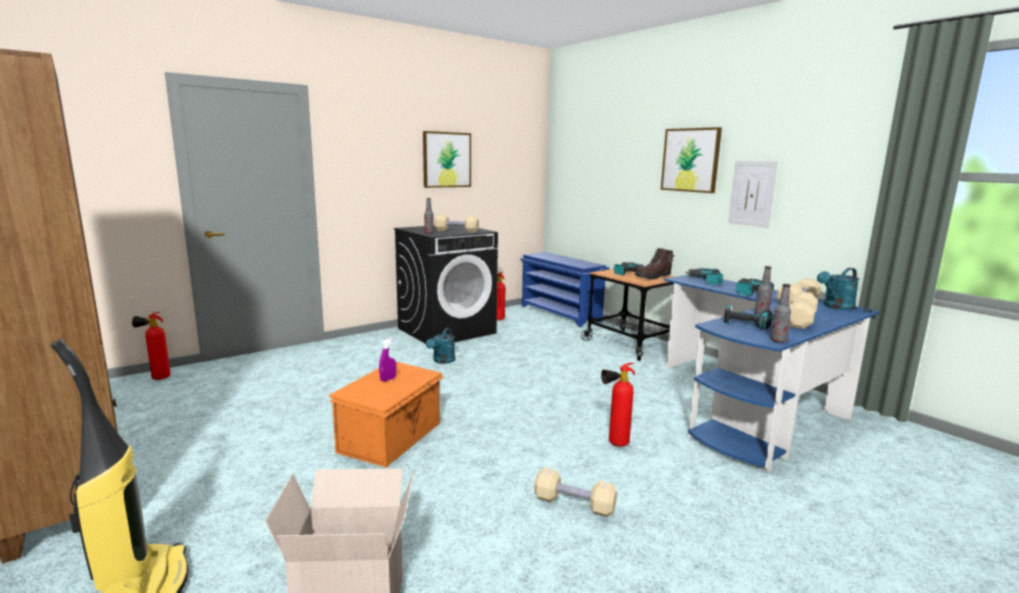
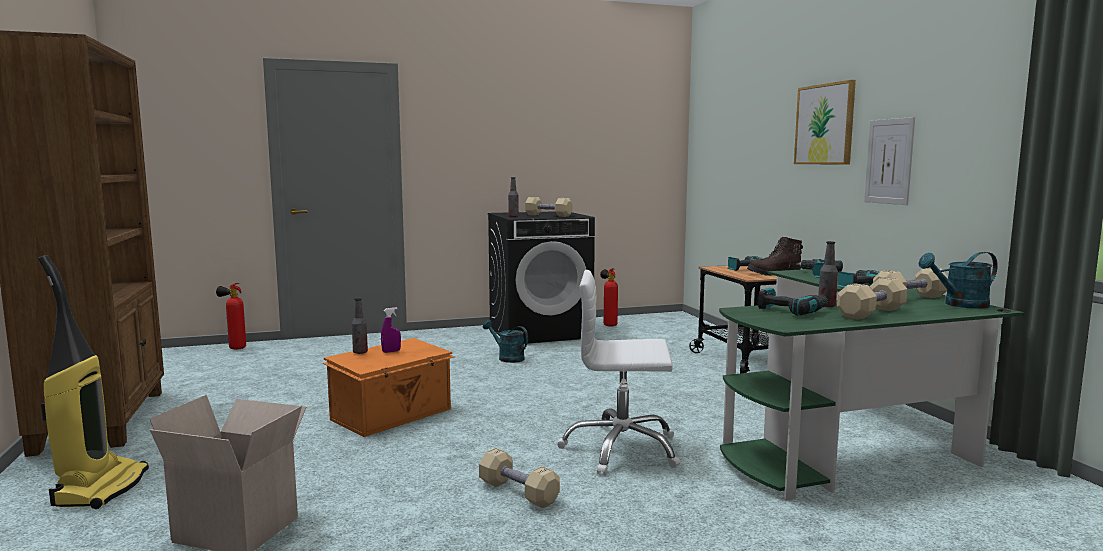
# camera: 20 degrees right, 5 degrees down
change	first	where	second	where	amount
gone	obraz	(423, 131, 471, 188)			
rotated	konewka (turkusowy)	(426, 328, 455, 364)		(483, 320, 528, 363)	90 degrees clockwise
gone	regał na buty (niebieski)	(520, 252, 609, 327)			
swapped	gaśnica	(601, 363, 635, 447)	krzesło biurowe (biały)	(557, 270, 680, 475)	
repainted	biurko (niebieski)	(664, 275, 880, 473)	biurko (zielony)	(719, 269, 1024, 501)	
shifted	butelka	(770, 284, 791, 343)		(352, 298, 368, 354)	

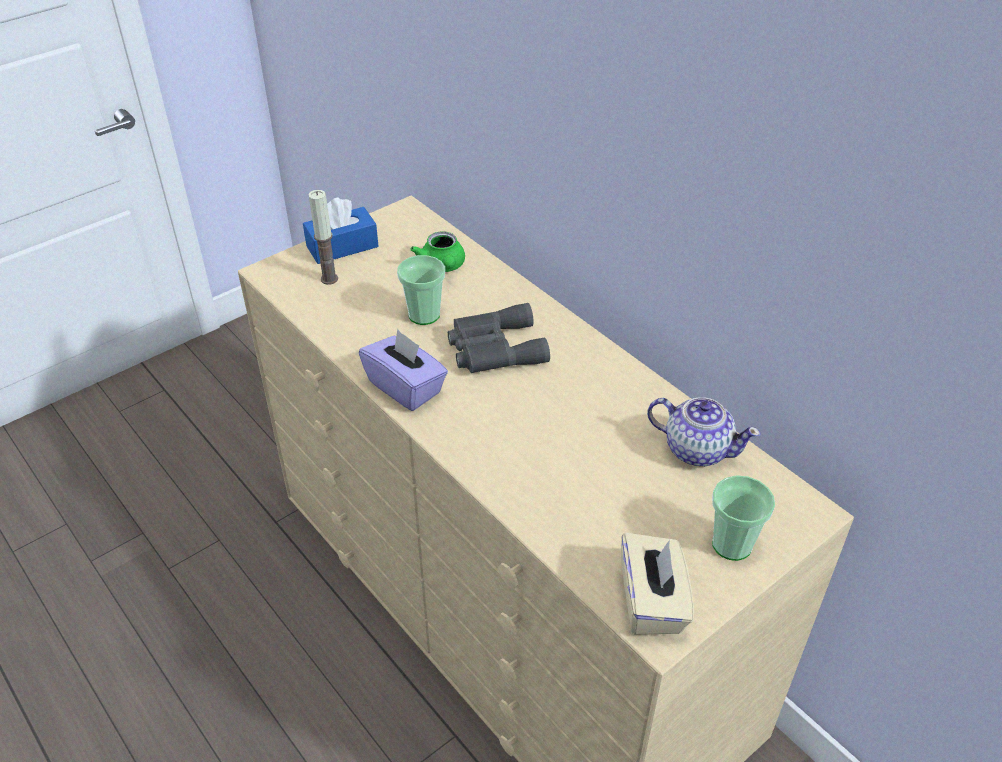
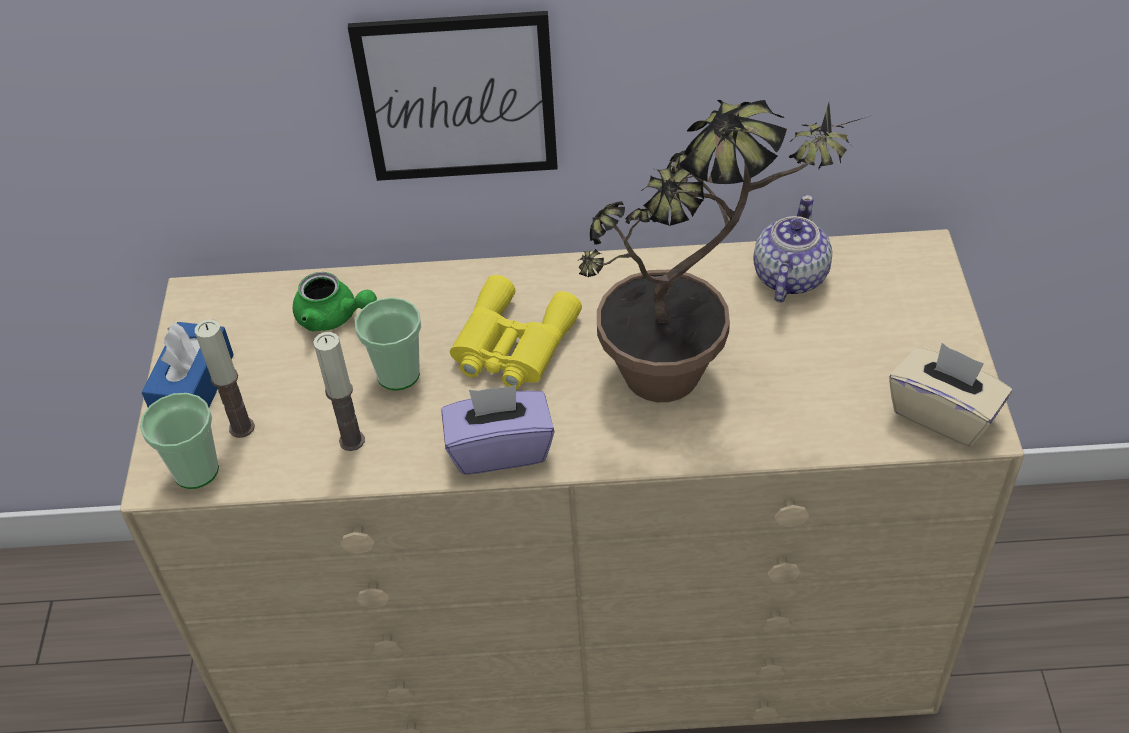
# camera: 50 degrees left, 5 degrees up
change	first	where	second	where	amount
repainted	lornetka (szary)	(448, 303, 550, 373)	lornetka (żółty)	(450, 275, 582, 389)	
rotated	imbryk	(647, 397, 761, 466)		(753, 195, 832, 303)	45 degrees counterclockwise
shifted	filiżanka	(712, 475, 775, 561)		(140, 393, 219, 489)	
new			świeca	(313, 332, 365, 451)	
new			obraz	(348, 11, 558, 181)	
new			roślina doniczkowa	(578, 100, 870, 402)	

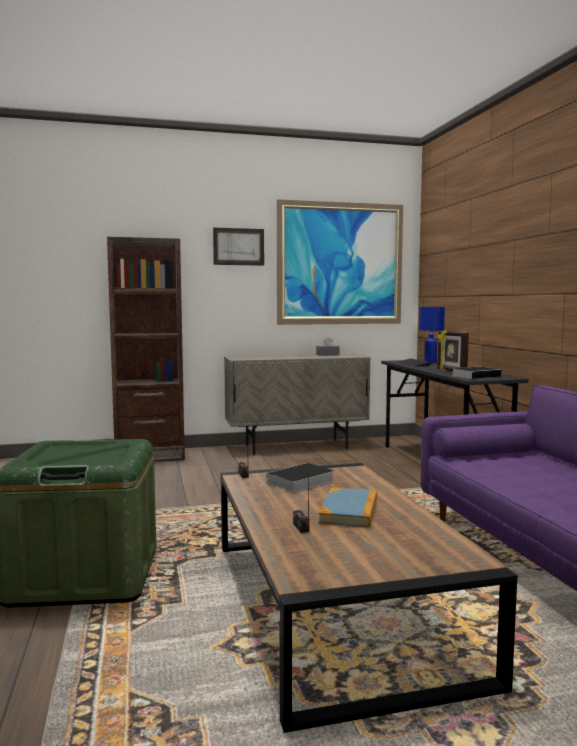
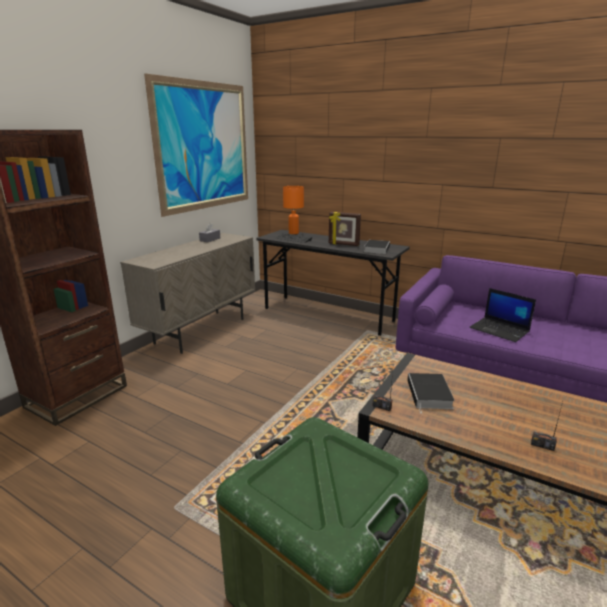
# camera: 45 degrees left, 15 degrees up
change	first	where	second	where	amount
gone	obraz	(213, 228, 264, 266)			
gone	książka	(318, 488, 377, 528)			
repainted	lampa stołowa (niebieski)	(419, 307, 445, 363)	lampa stołowa (pomarańczowy)	(283, 186, 304, 234)	
new			laptop	(470, 288, 536, 342)	

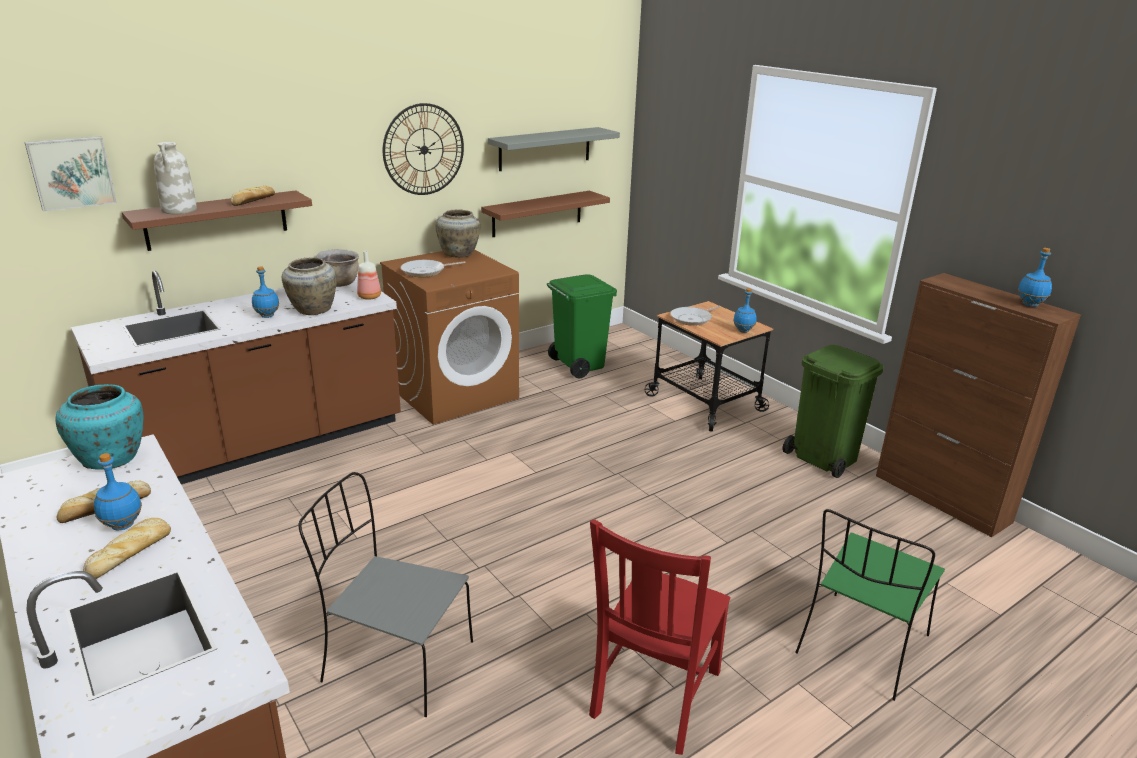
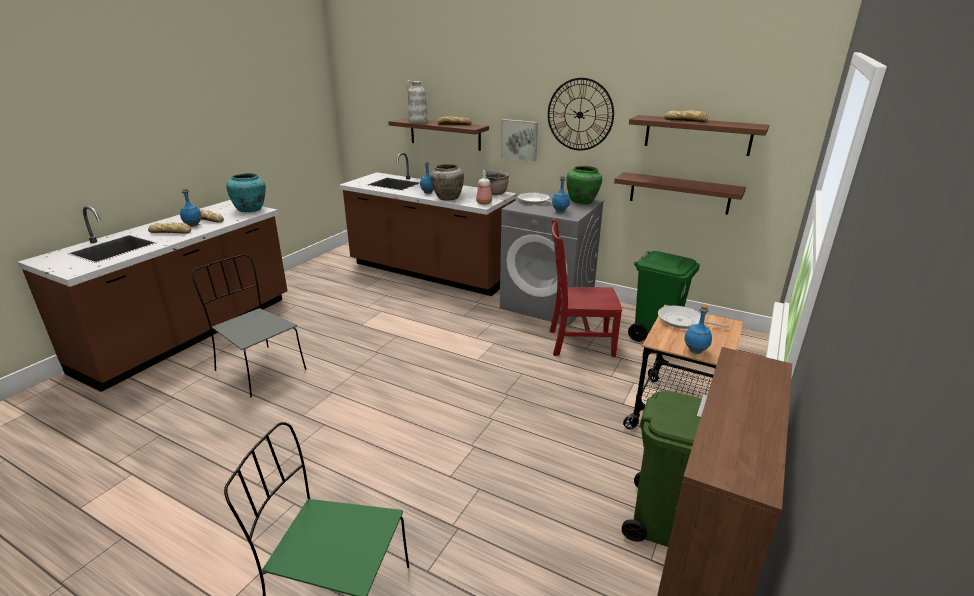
# camera: 65 degrees right, 0 degrees up
change	first	where	second	where	amount
shifted	obraz	(24, 136, 117, 212)		(501, 119, 538, 162)	
rotated	krzesło (szary)	(299, 472, 473, 717)		(192, 254, 306, 397)	45 degrees counterclockwise
repainted	pralka (brązowy)	(380, 250, 519, 425)	pralka (szary)	(500, 190, 604, 326)	
repainted	wazon (beżowy)	(436, 210, 480, 258)	wazon (zielony)	(566, 166, 602, 204)	
repainted	półka (szary)	(488, 127, 620, 171)	półka (brązowy)	(629, 115, 769, 156)	
shifted	krzesło (czerwony)	(589, 519, 730, 755)		(549, 219, 622, 357)	
shifted	butelka (niebieski)	(1018, 248, 1052, 307)		(552, 176, 570, 212)	
new			chleb	(664, 110, 708, 122)	

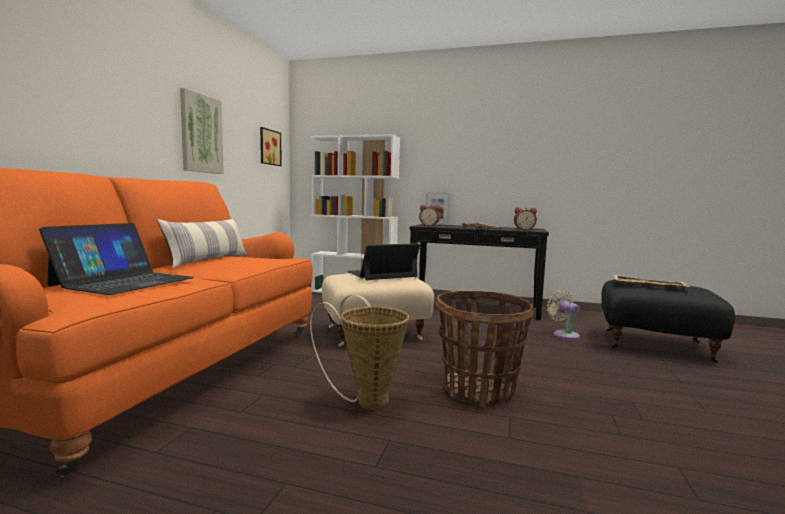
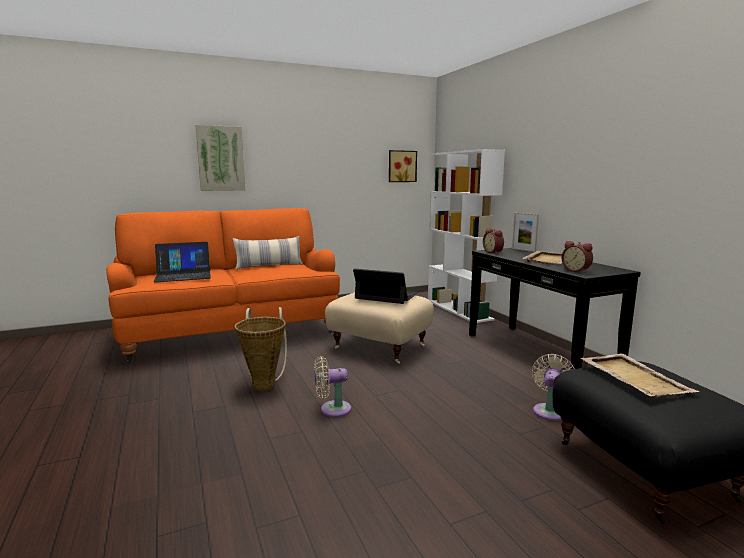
# camera: 50 degrees right, 5 degrees up
change	first	where	second	where	amount
shifted	obraz	(180, 88, 224, 174)		(196, 125, 245, 191)	
swapped	koszyk	(436, 291, 534, 407)	wentylator (beżowy)	(314, 356, 351, 417)	

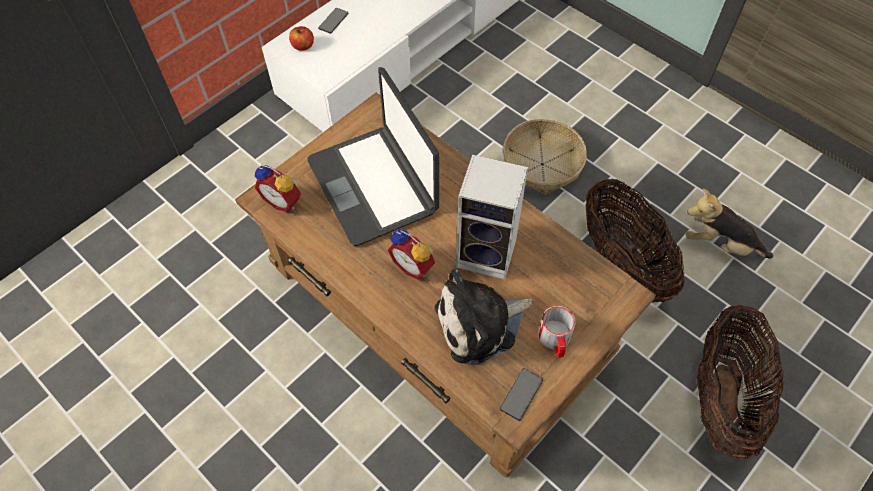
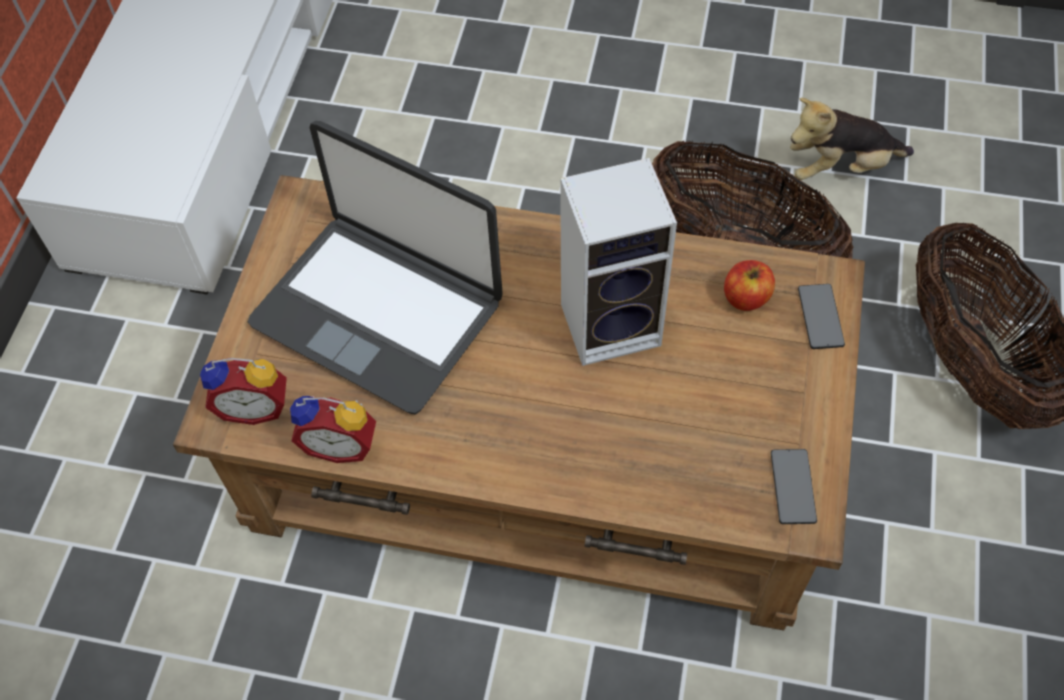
# camera: 30 degrees left, 0 degrees up
change	first	where	second	where	amount
shifted	jabłko	(289, 26, 314, 51)		(724, 260, 775, 311)	
shifted	telefon	(318, 8, 349, 34)		(798, 284, 845, 349)	
shifted	budzik	(388, 229, 435, 280)		(290, 396, 376, 463)	
gone	pluszak	(434, 269, 532, 365)			
gone	koszyk	(503, 119, 587, 195)			
gone	kubek	(538, 306, 575, 358)			

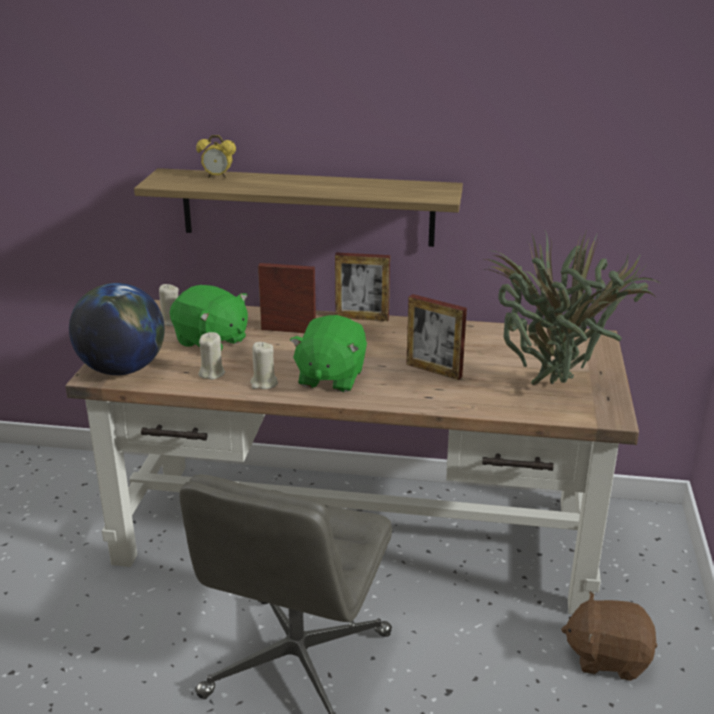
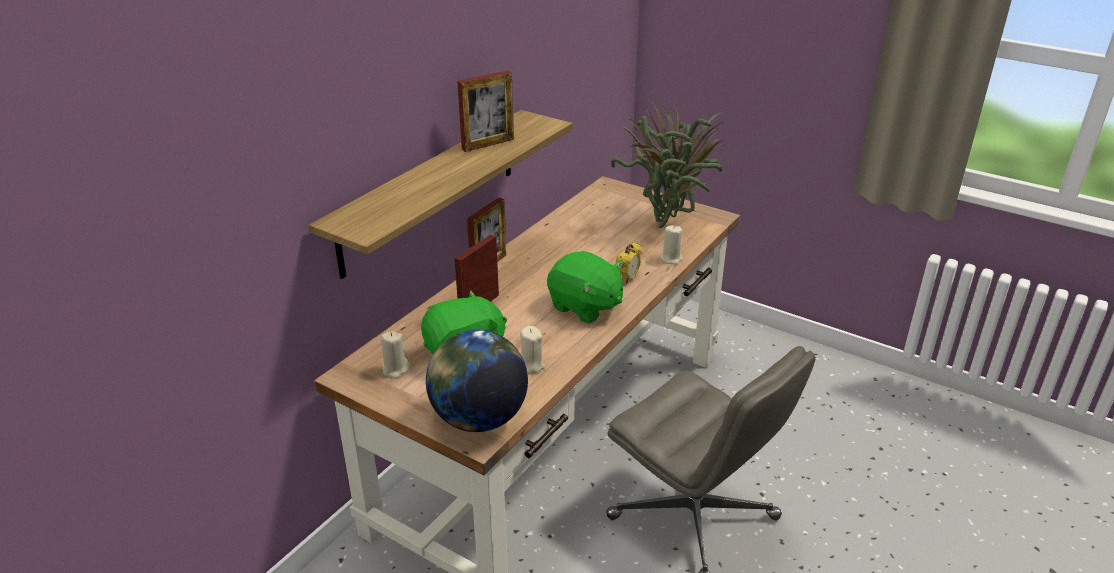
# camera: 65 degrees left, 5 degrees up
change	first	where	second	where	amount
shifted	budzik	(196, 135, 236, 179)		(616, 243, 642, 283)	
shifted	świeca (beżowy)	(250, 342, 278, 389)		(661, 225, 683, 265)	
shifted	ramka na zdjęcie	(406, 294, 467, 380)		(457, 70, 514, 152)	
gone	pluszak (brązowy)	(561, 591, 657, 681)			

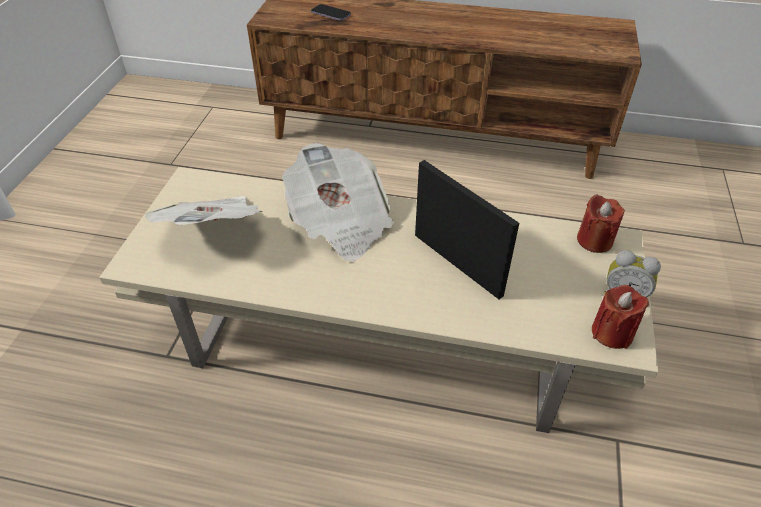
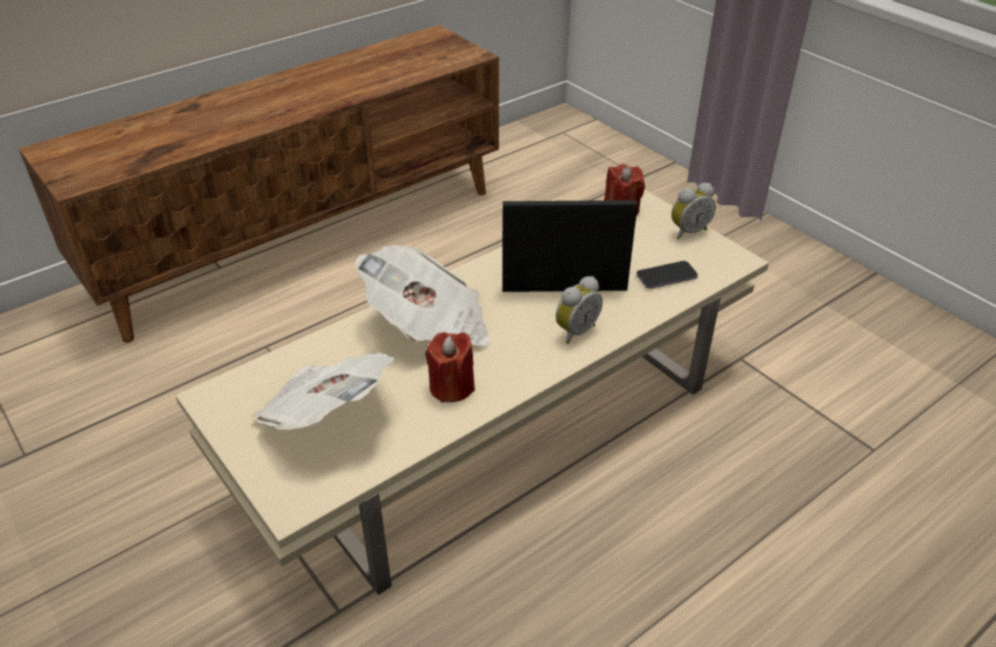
# camera: 50 degrees left, 5 degrees down
change	first	where	second	where	amount
shifted	telefon	(311, 4, 351, 21)		(636, 261, 698, 289)	
shifted	świeca (czerwony)	(592, 285, 649, 349)		(425, 332, 475, 403)	
new			budzik	(556, 276, 603, 344)	

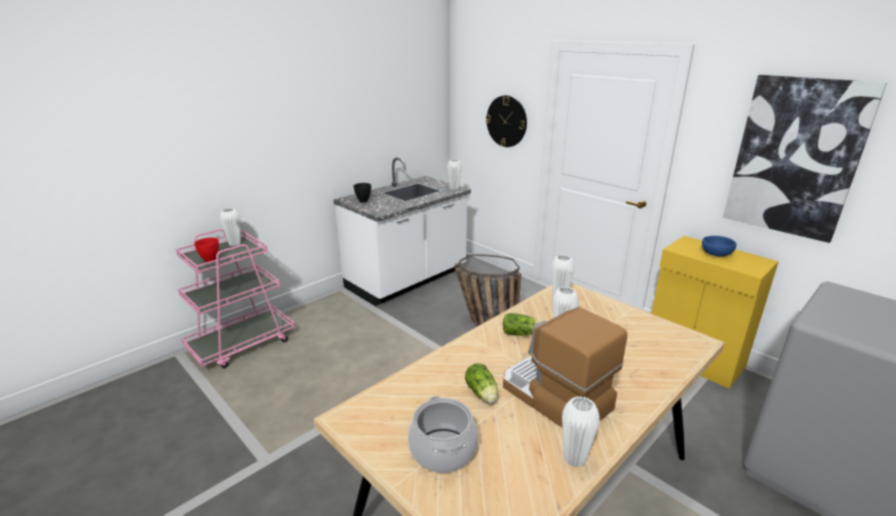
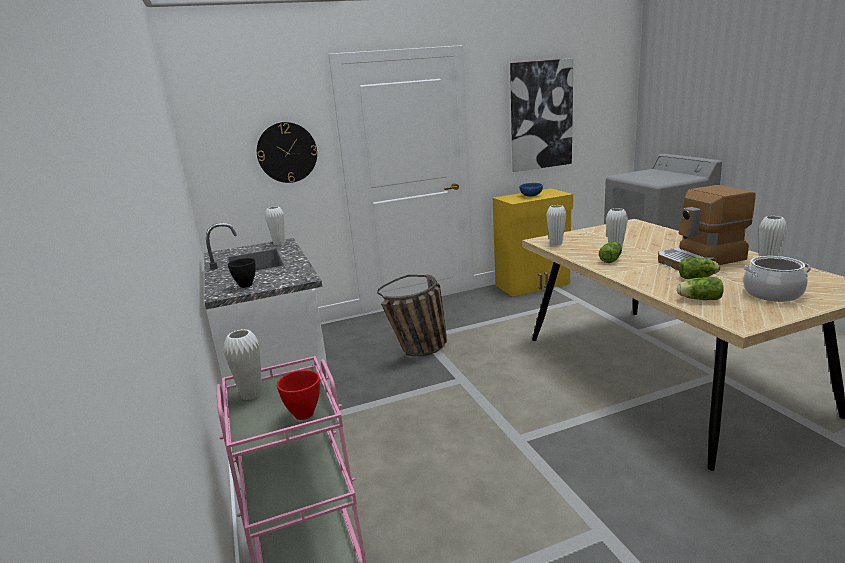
# camera: 65 degrees left, 5 degrees down
change	first	where	second	where	amount
new			sałata	(677, 277, 724, 300)	

